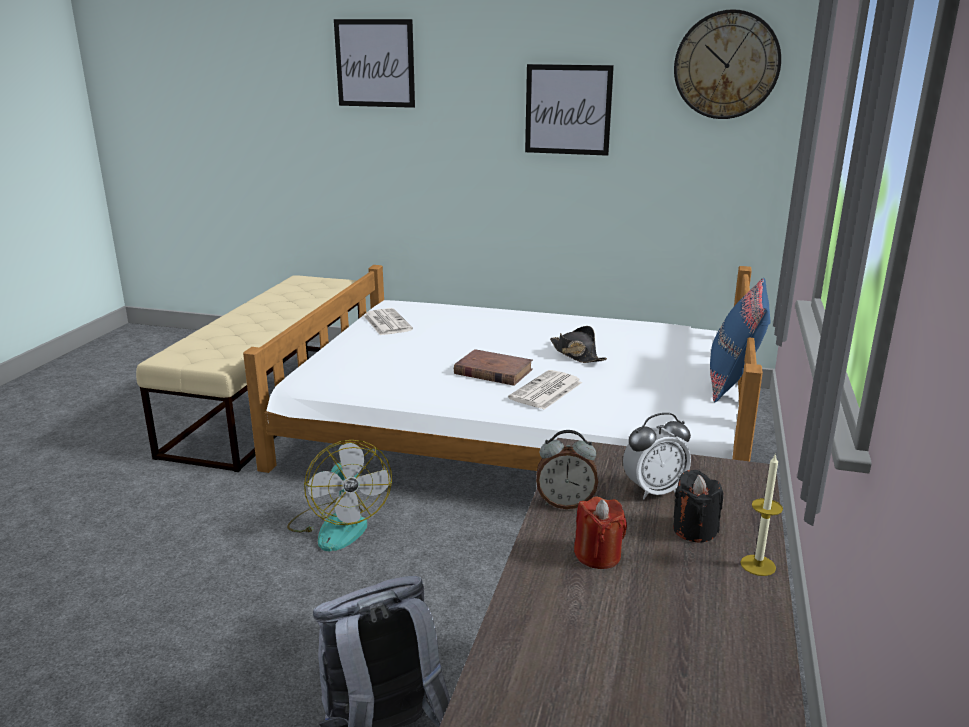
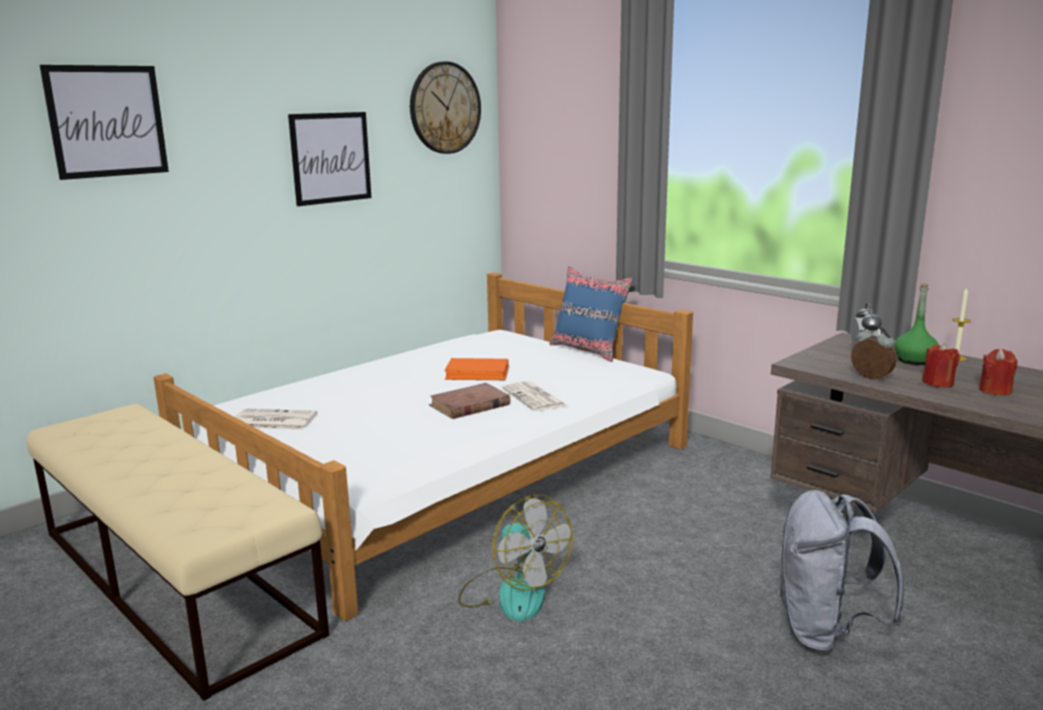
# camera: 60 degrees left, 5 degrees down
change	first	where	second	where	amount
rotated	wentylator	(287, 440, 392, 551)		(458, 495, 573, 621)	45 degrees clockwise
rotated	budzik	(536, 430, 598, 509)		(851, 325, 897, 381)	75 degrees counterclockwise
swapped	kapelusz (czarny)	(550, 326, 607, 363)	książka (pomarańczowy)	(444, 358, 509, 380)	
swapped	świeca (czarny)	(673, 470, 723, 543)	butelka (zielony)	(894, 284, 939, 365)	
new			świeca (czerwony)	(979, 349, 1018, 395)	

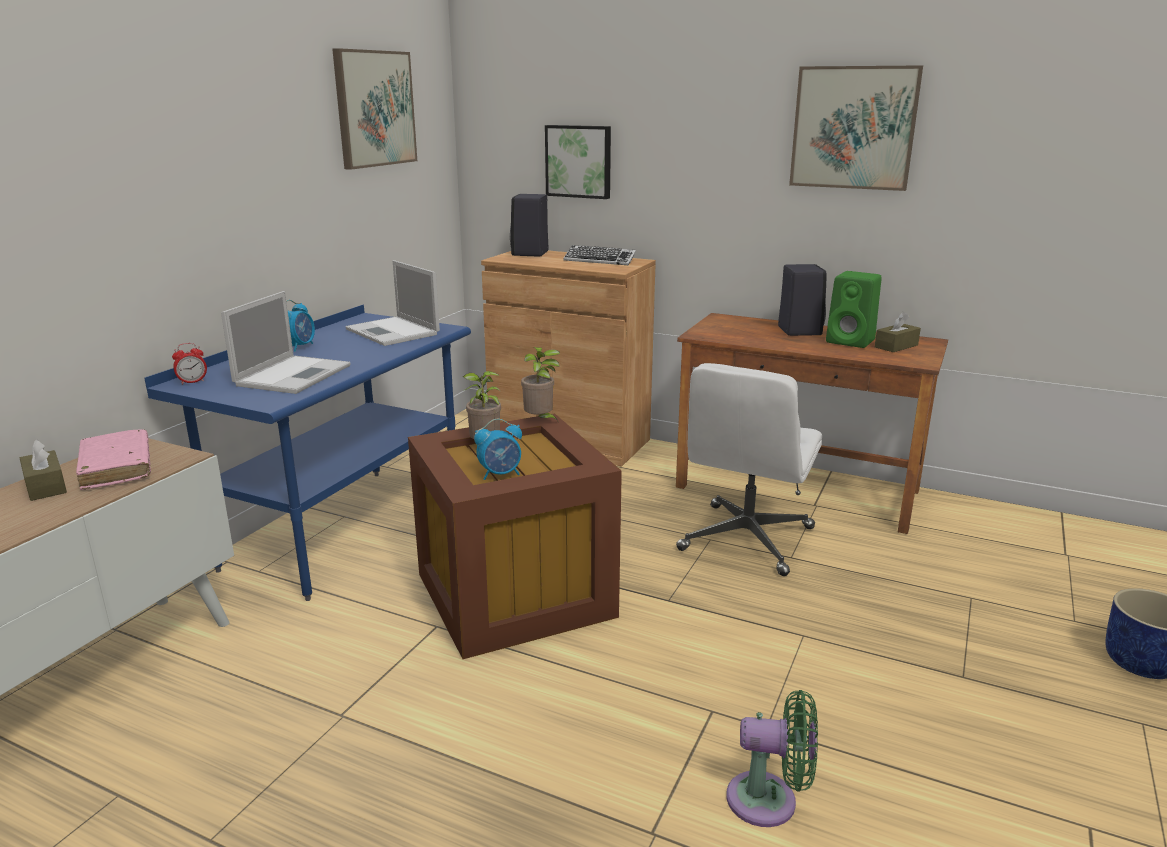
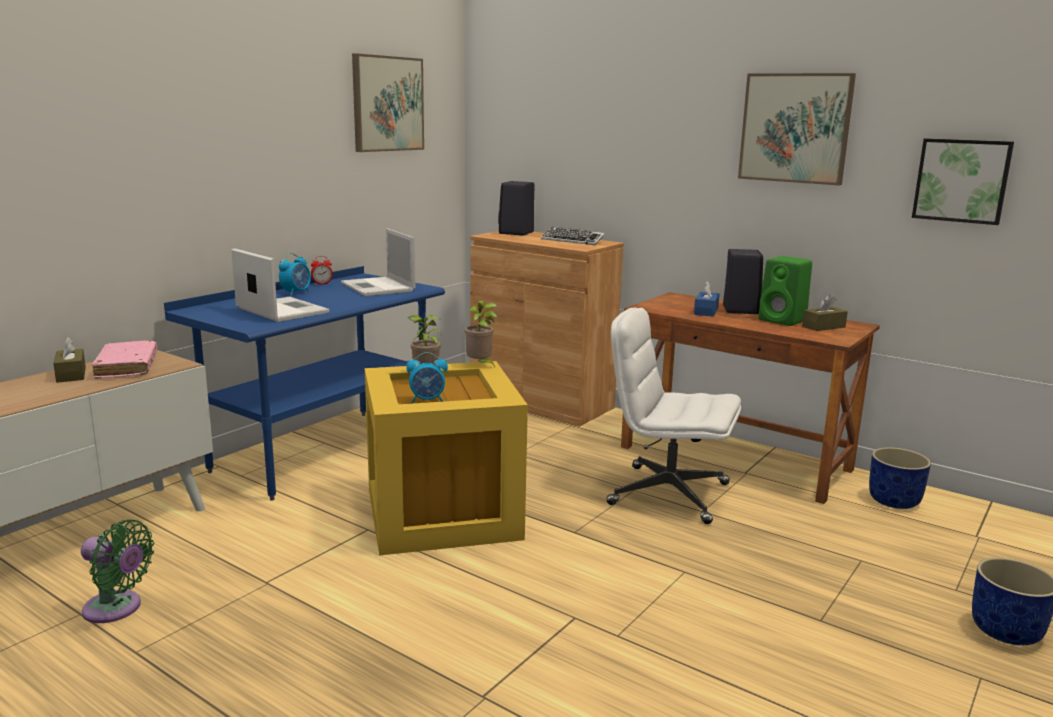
# camera: 10 degrees right, 5 degrees down
change	first	where	second	where	amount
shifted	budzik	(172, 343, 207, 385)		(311, 256, 333, 285)	
rotated	laptop	(221, 291, 351, 394)		(231, 248, 330, 322)	75 degrees counterclockwise
repainted	pojemnik do przechowywania (brązowy)	(408, 414, 622, 659)	pojemnik do przechowywania (żółty)	(365, 361, 528, 556)	
shifted	obraz	(545, 125, 611, 199)		(912, 138, 1014, 225)	
rotated	krzesło biurowe (biały)	(676, 363, 822, 576)		(606, 308, 741, 524)	75 degrees clockwise
shifted	wentylator (zielony)	(726, 690, 818, 827)		(81, 520, 154, 623)	
new			pudełko chusteczek (niebieski)	(694, 281, 719, 316)	
new			donica (niebieski)	(869, 447, 931, 509)	

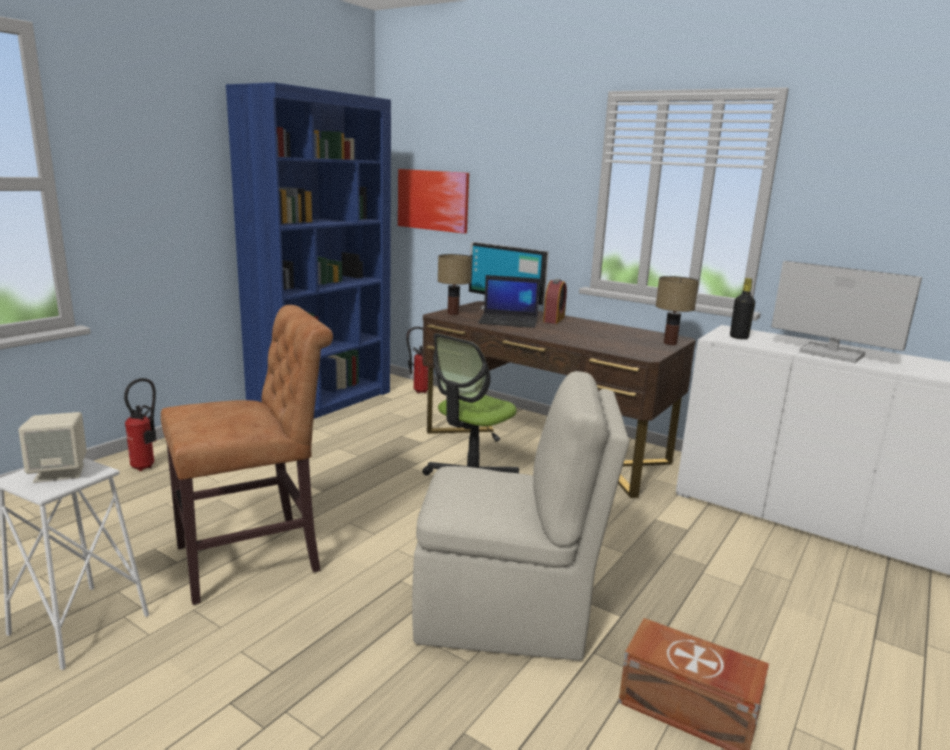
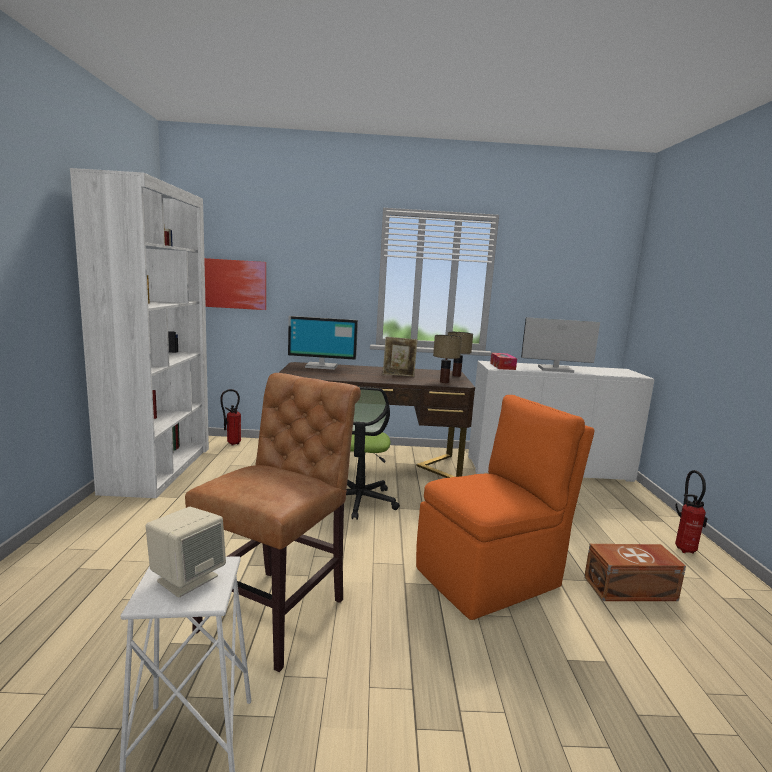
# camera: 35 degrees left, 5 degrees down
change	first	where	second	where	amount
shifted	gaśnica	(124, 378, 156, 471)		(675, 470, 708, 554)	
repainted	regał (niebieski)	(226, 83, 391, 419)	regał (biały)	(70, 168, 209, 498)	
repainted	krzesło (beżowy)	(412, 371, 629, 661)	krzesło (pomarańczowy)	(416, 395, 594, 620)	
shifted	lampa stołowa	(438, 254, 472, 315)		(433, 335, 462, 383)	
gone	laptop	(478, 275, 540, 328)			
gone	budzik	(543, 279, 567, 324)			
swapped	butelka (czarny)	(730, 278, 755, 339)	pudełko chusteczek	(490, 353, 517, 370)	
new			ramka na zdjęcie	(383, 337, 418, 377)	

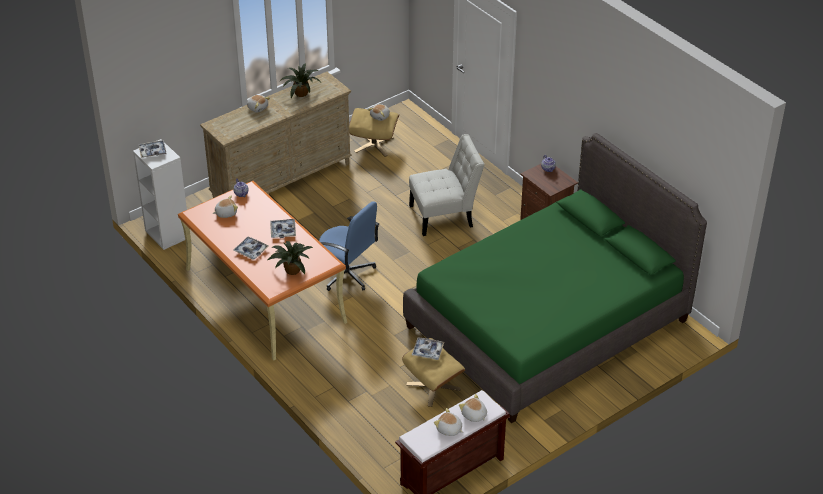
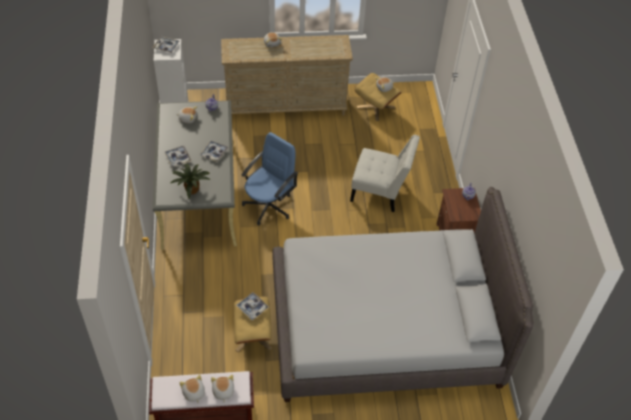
# camera: 30 degrees right, 10 degrees up
change	first	where	second	where	amount
repainted	biurko (pomarańczowy)	(178, 181, 347, 360)	biurko (szary)	(153, 100, 237, 250)	
gone	roślina doniczkowa	(280, 64, 320, 99)			
rotated	krzesło biurowe (niebieski)	(319, 201, 379, 291)		(242, 132, 298, 225)	120 degrees counterclockwise
repainted	łóżko (zielony)	(403, 133, 707, 423)	łóżko (szary)	(273, 187, 534, 402)	

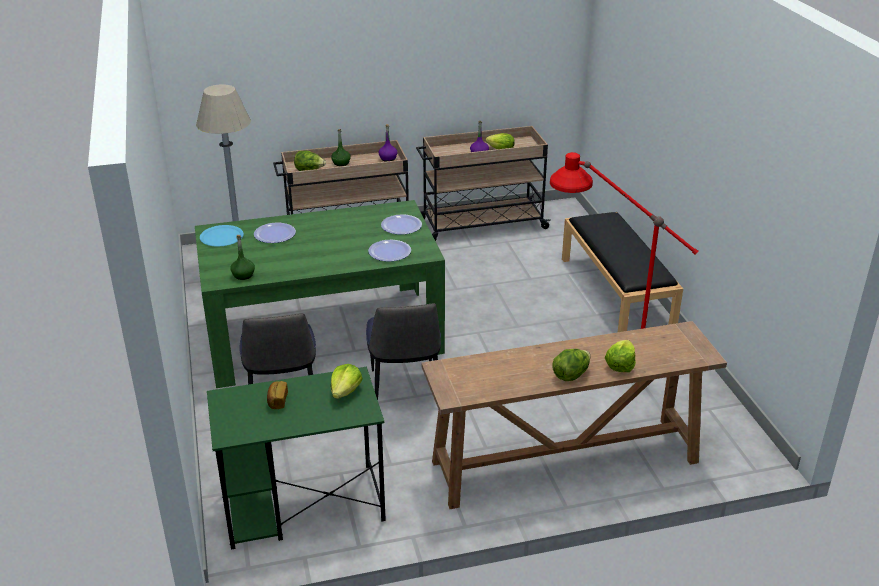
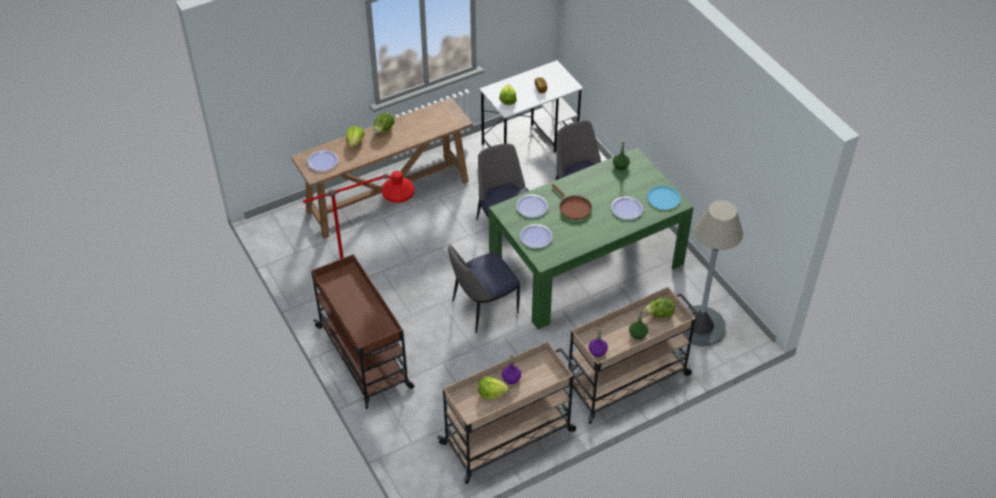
# camera: 165 degrees right, 15 degrees up
change	first	where	second	where	amount
repainted	biurko (zielony)	(207, 367, 386, 550)	biurko (biały)	(479, 60, 583, 153)	
swapped	ławka (czarny)	(562, 212, 683, 332)	wózek (brązowy)	(311, 254, 414, 409)	
new			talerz	(307, 150, 339, 172)	
new			krzesło	(448, 244, 520, 334)	
new			patelnia (brązowy)	(552, 184, 592, 220)	

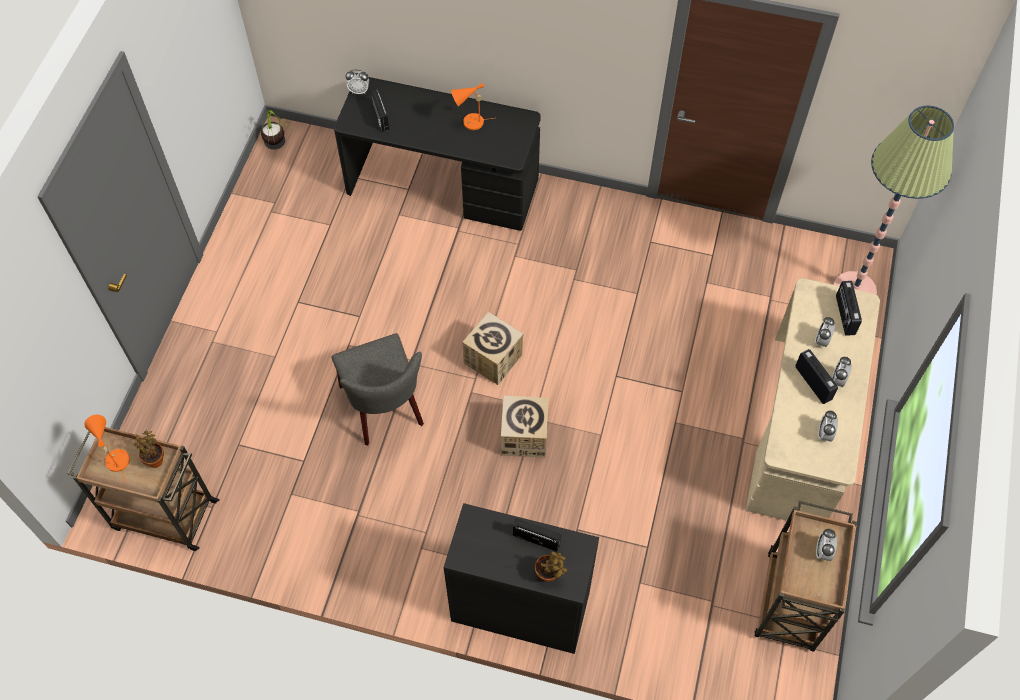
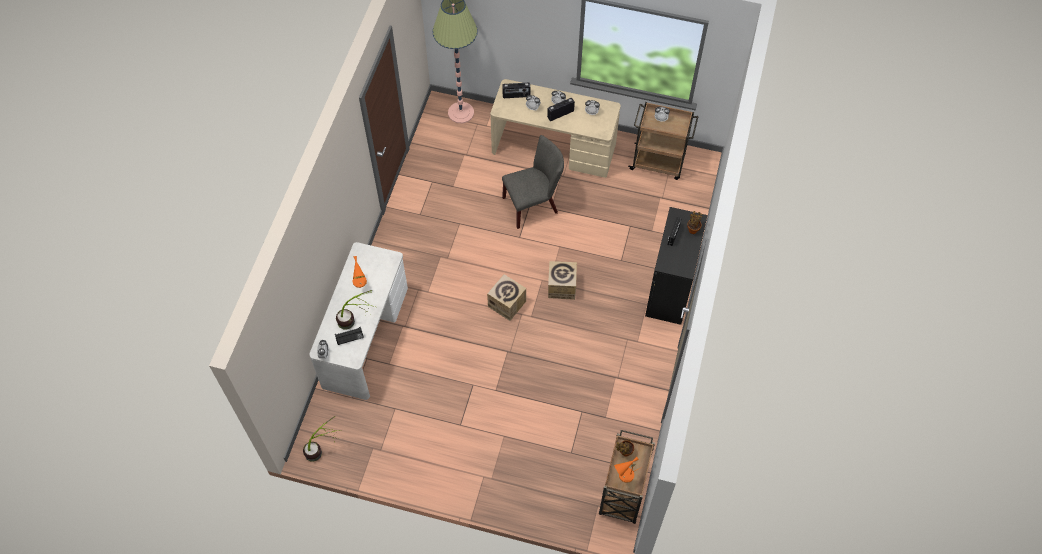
# camera: 90 degrees left, 0 degrees up
change	first	where	second	where	amount
shifted	krzesło (szary)	(332, 333, 424, 445)		(502, 135, 564, 229)	
repainted	biurko (czarny)	(334, 77, 541, 231)	biurko (biały)	(309, 242, 408, 400)	
new			roślina doniczkowa	(336, 290, 375, 330)	

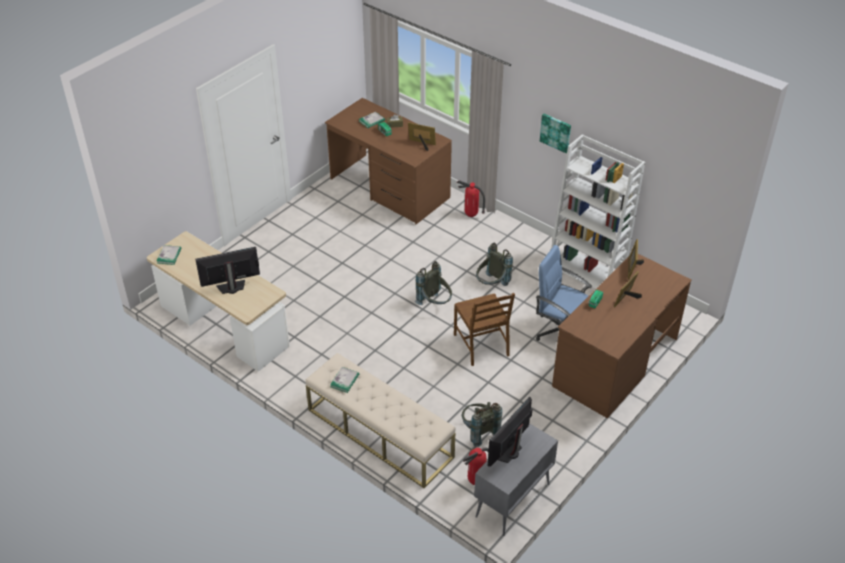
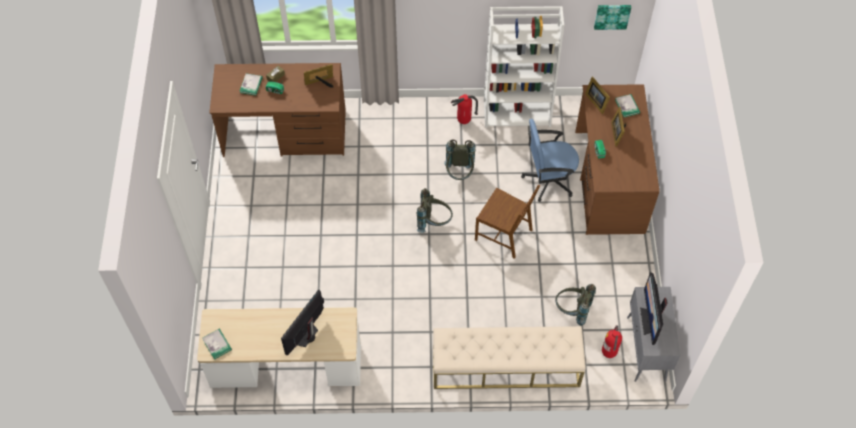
# camera: 40 degrees left, 15 degrees up
change	first	where	second	where	amount
shifted	książka	(330, 367, 359, 393)		(615, 94, 640, 117)	
shifted	gaśnica	(457, 180, 485, 217)		(451, 94, 478, 124)	
shifted	obraz	(540, 114, 571, 153)		(594, 5, 631, 30)	

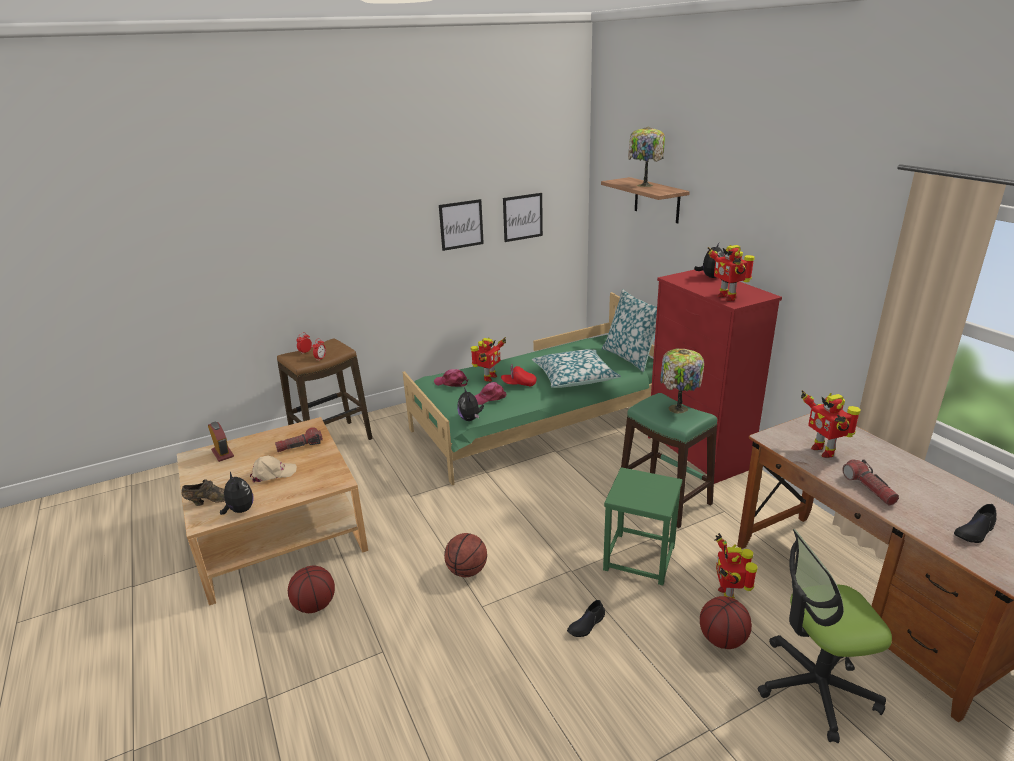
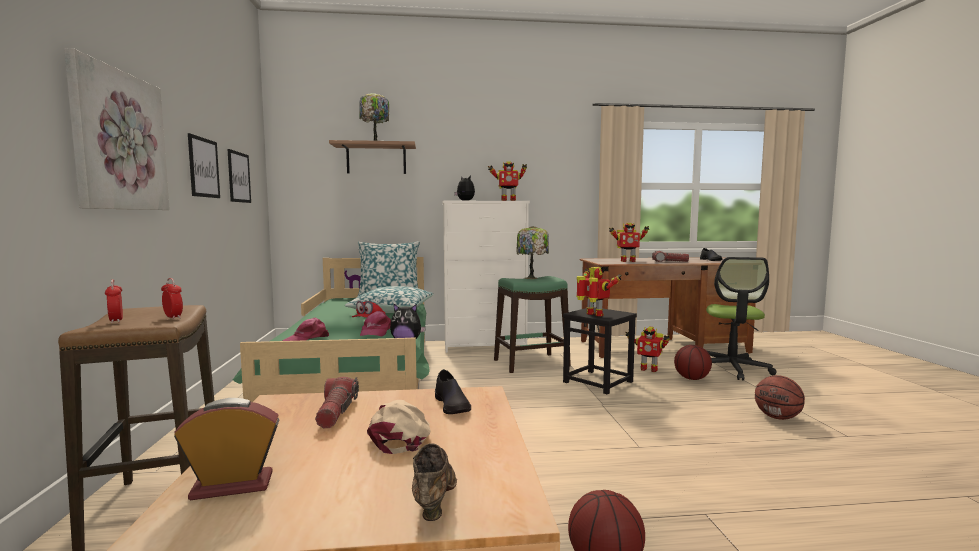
# camera: 70 degrees left, 20 degrees down
change	first	where	second	where	amount
gone	pluszak	(220, 471, 253, 515)			
shifted	piłka do koszykówki	(444, 533, 487, 577)		(755, 375, 805, 420)	
shifted	robot zabawkowy	(471, 337, 506, 382)		(576, 267, 622, 317)	
shifted	but (czarny)	(567, 600, 605, 637)		(435, 369, 471, 414)	
repainted	stołek (zielony)	(603, 467, 682, 585)	stołek (czarny)	(563, 307, 637, 395)	
repainted	komoda (czerwony)	(648, 270, 782, 484)	komoda (biały)	(443, 201, 530, 353)	
new			obraz	(64, 48, 170, 210)	

